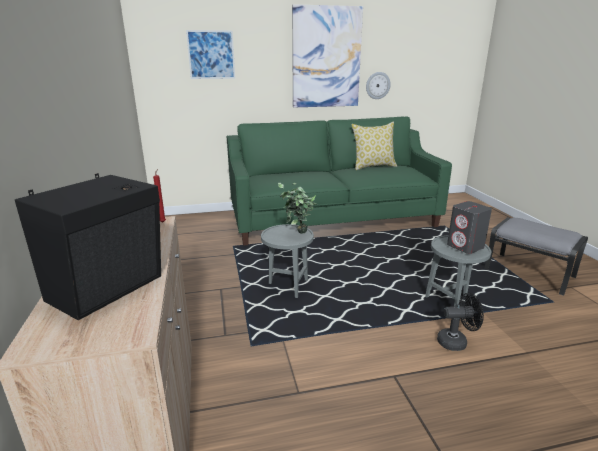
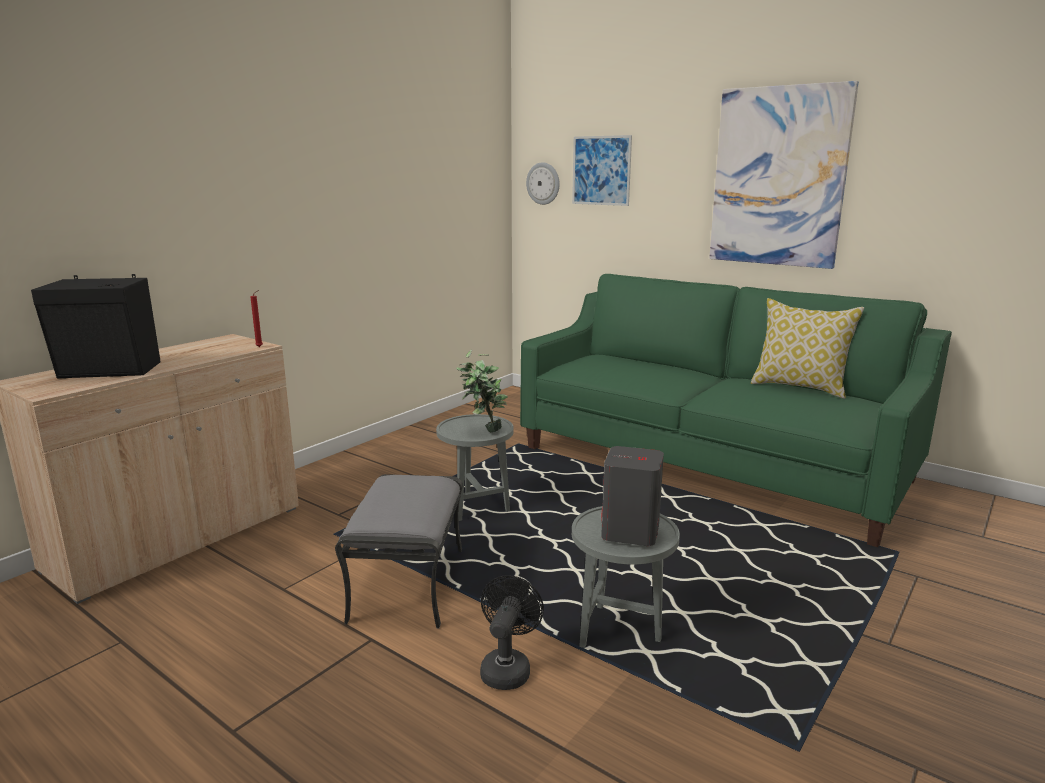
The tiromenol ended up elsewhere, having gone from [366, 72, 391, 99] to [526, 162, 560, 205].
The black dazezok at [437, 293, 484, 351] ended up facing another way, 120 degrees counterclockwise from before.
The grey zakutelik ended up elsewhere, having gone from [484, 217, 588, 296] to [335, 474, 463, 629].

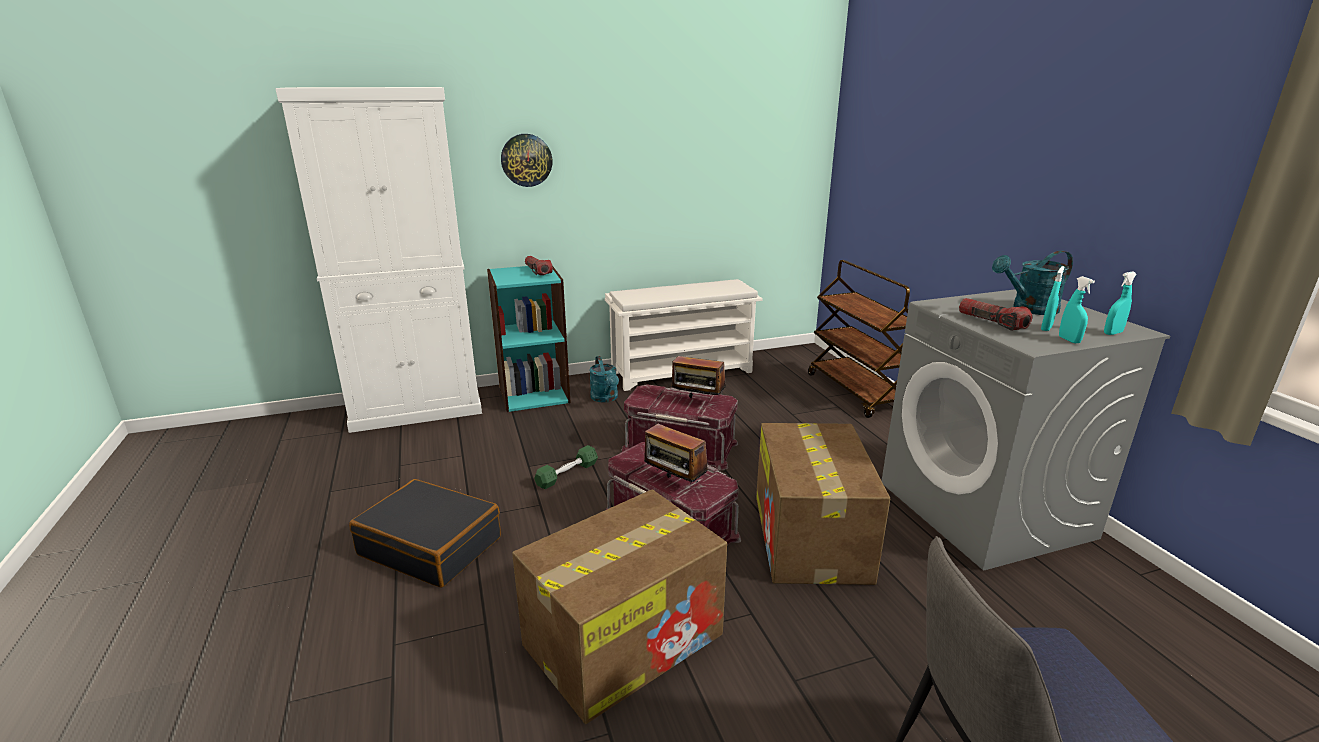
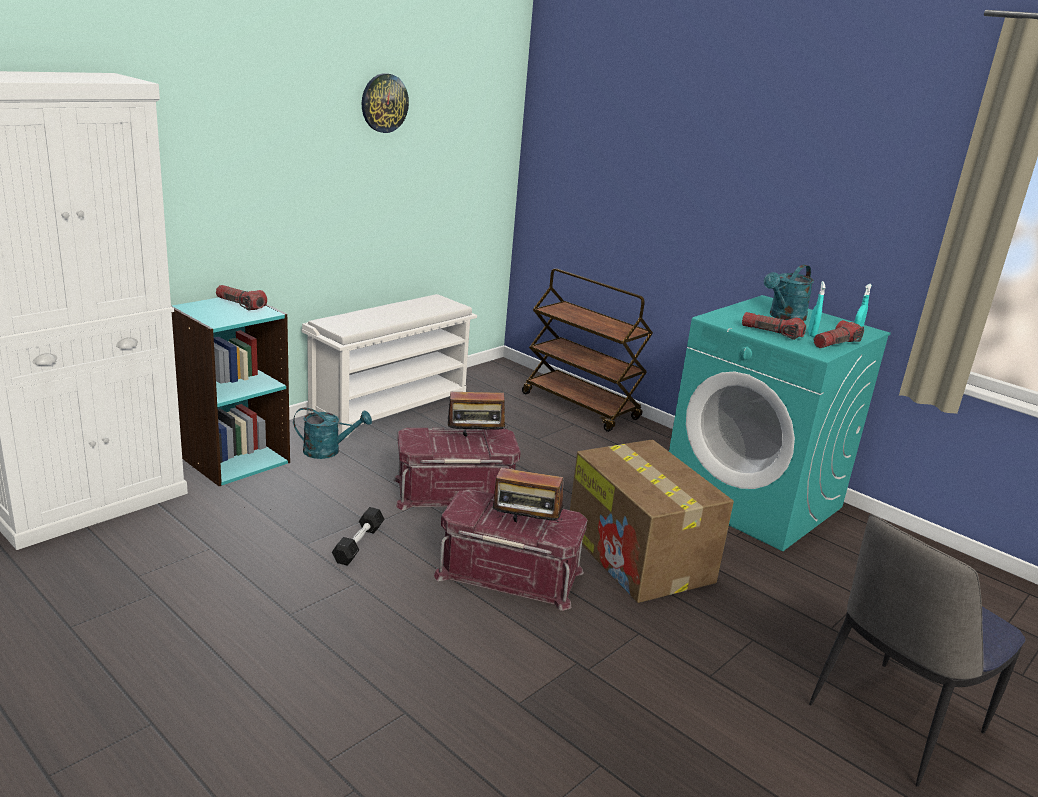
The second view lost the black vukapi at [349, 479, 501, 588].
The tiromenol ended up elsewhere, having gone from [501, 134, 553, 187] to [362, 73, 409, 133].
The second view lost the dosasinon at [512, 490, 727, 724].
What was the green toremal at [534, 445, 598, 489] turned into the black toremal at [332, 507, 385, 566].
The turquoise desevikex at [589, 356, 619, 402] ended up facing another way, 45 degrees counterclockwise from before.
What was the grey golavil at [882, 289, 1170, 570] turned into the turquoise golavil at [669, 295, 891, 551].
Where the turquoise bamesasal stood at [1059, 276, 1095, 343], the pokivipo came to stand at [814, 320, 864, 348].

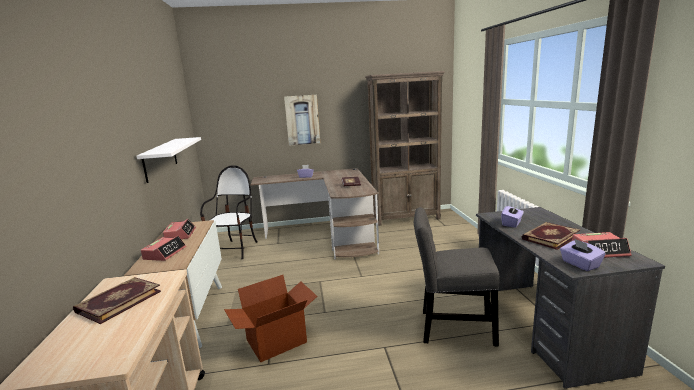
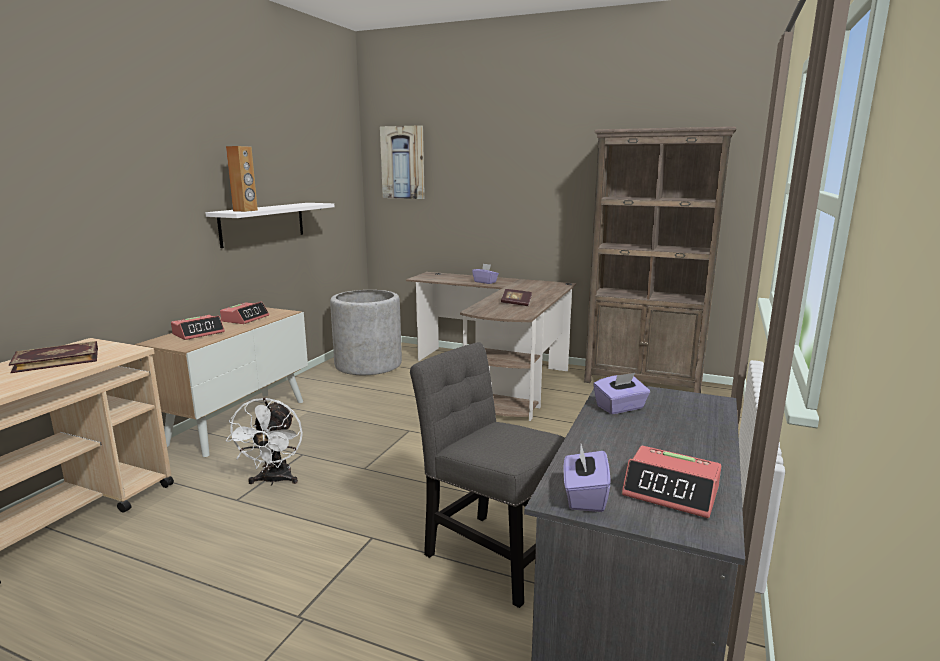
Where the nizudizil stood at [200, 166, 257, 259], the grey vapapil came to stand at [330, 290, 402, 375].
Where the dosasinon stood at [224, 275, 317, 362], the white dazezok came to stand at [226, 397, 303, 486].
The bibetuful ended up elsewhere, having gone from [284, 95, 320, 146] to [380, 125, 425, 199].
The second view lost the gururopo at [522, 222, 580, 250].
The second view gained the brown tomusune at [226, 146, 258, 212].

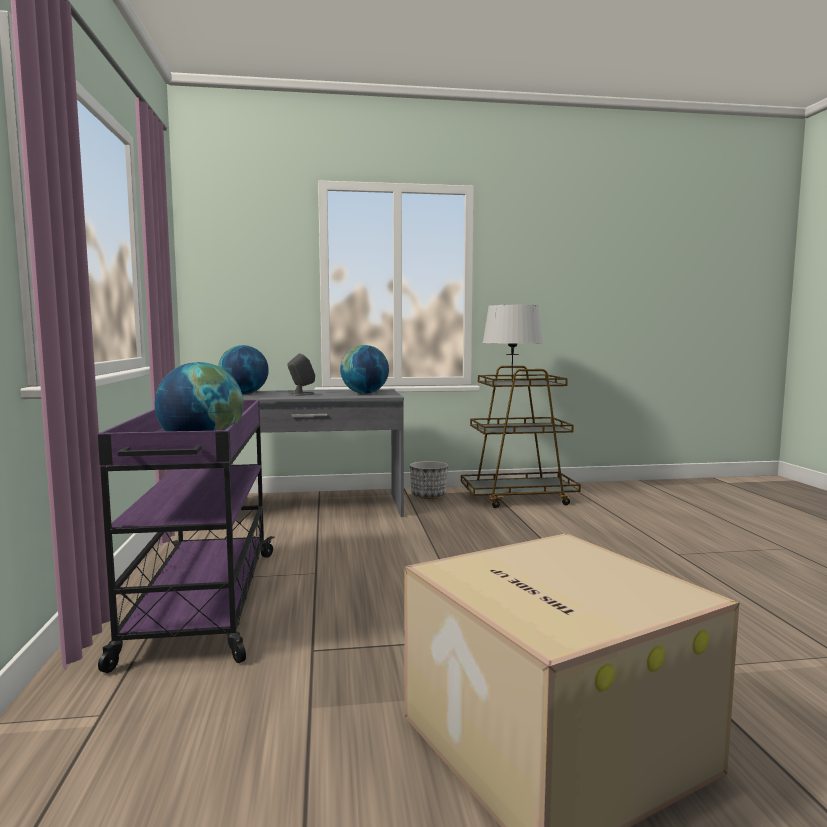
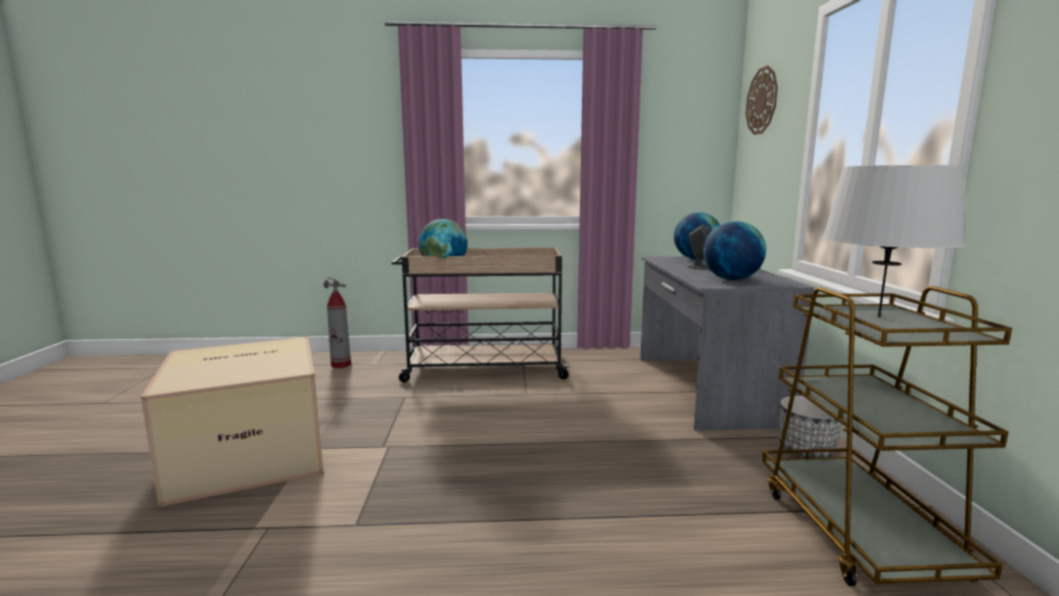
What was the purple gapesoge at [98, 400, 275, 673] turned into the beige gapesoge at [392, 247, 571, 383].
The second view gained the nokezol at [323, 277, 351, 368].
The second view gained the tiromenol at [746, 66, 778, 135].

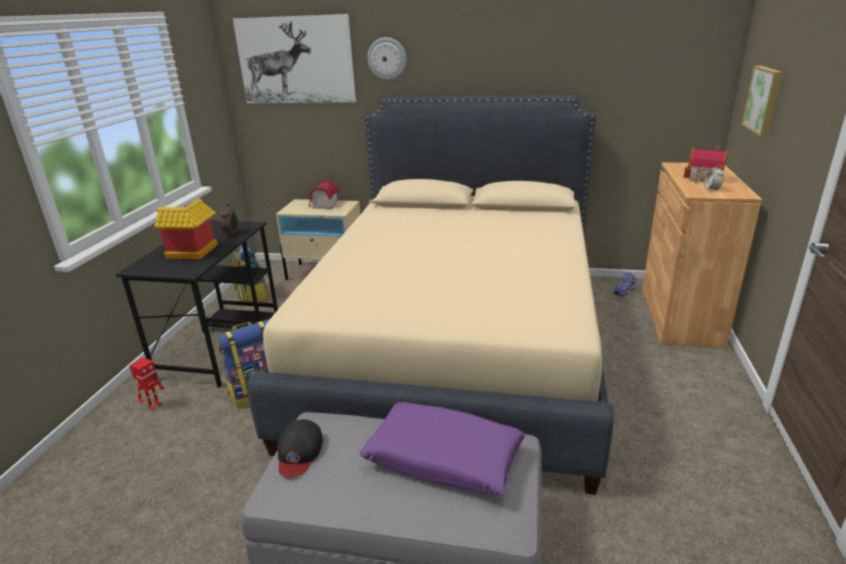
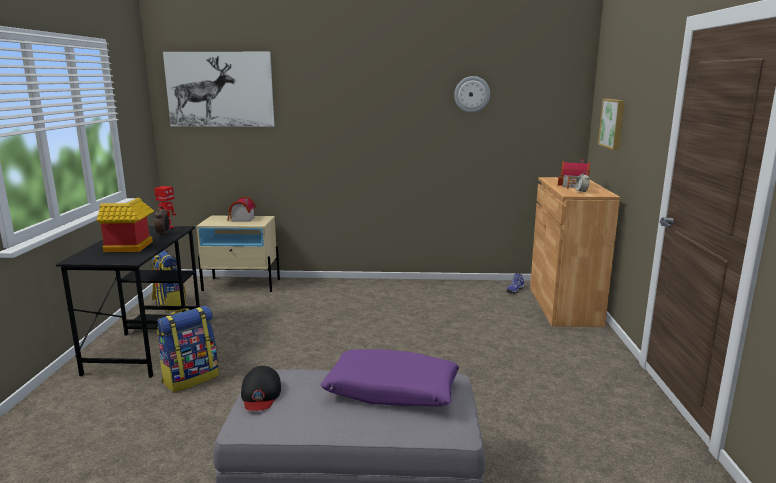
The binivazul ended up elsewhere, having gone from [129, 357, 165, 410] to [154, 186, 177, 229].
The second view lost the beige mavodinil at [247, 95, 614, 495].
The tiromenol ended up elsewhere, having gone from [367, 37, 407, 80] to [454, 76, 490, 113].

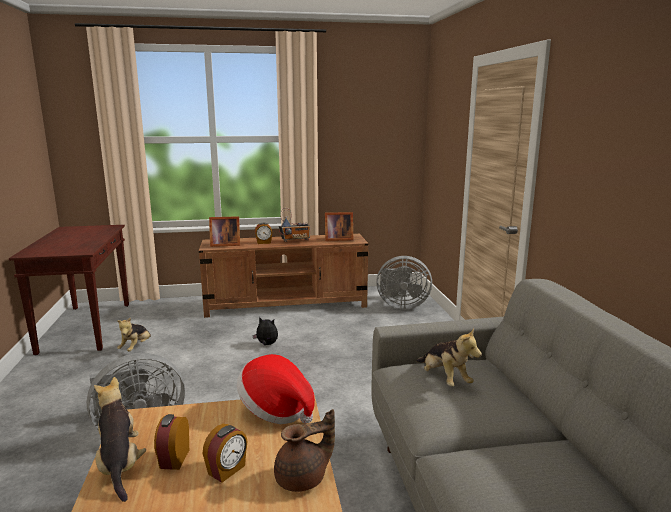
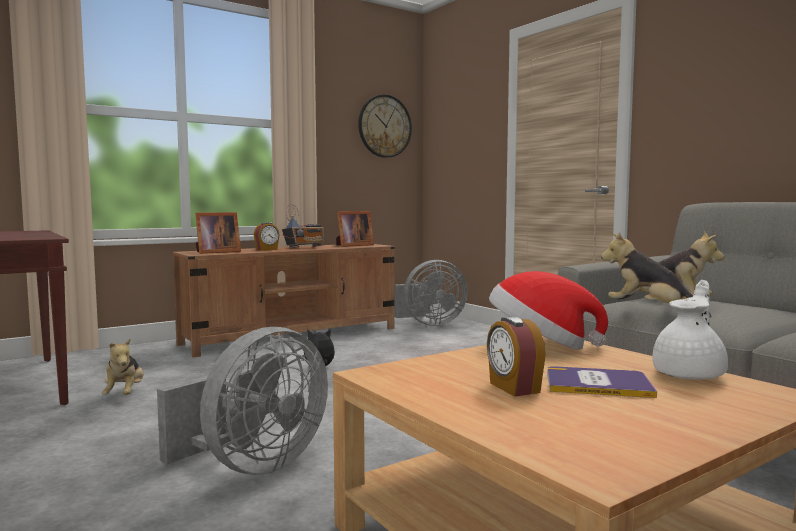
The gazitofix ended up elsewhere, having gone from [94, 377, 146, 502] to [601, 232, 711, 318].
Where the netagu stood at [203, 424, 248, 483], the gururopo came to stand at [547, 366, 657, 398].
What was the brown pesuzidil at [274, 409, 335, 492] turned into the white pesuzidil at [652, 280, 728, 380].
The second view gained the tiromenol at [358, 95, 412, 158].

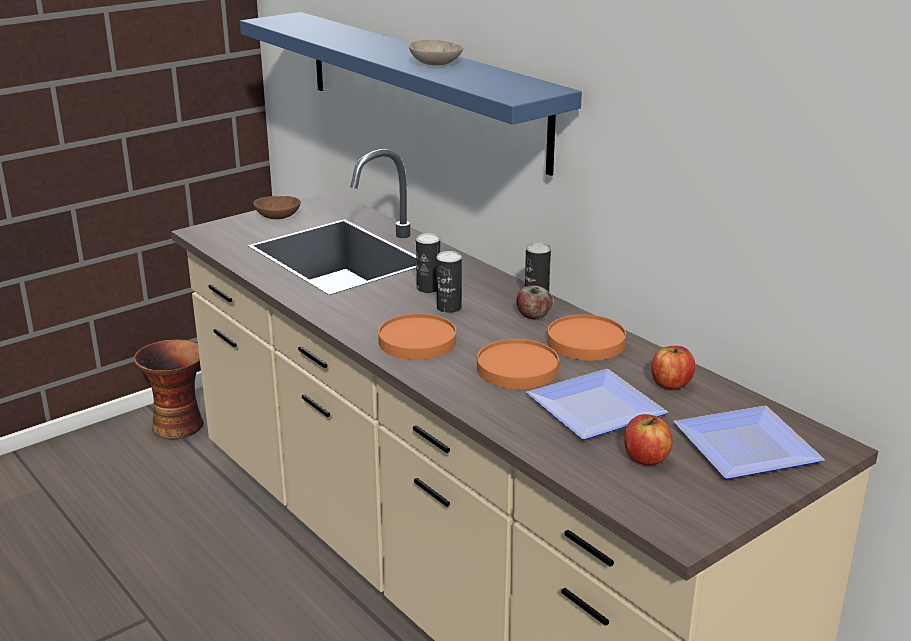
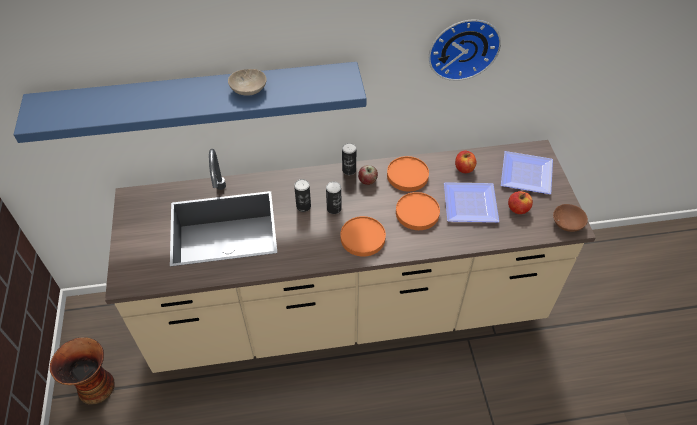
The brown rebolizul ended up elsewhere, having gone from [253, 196, 301, 219] to [553, 204, 588, 232].
The second view gained the tiromenol at [429, 20, 501, 81].

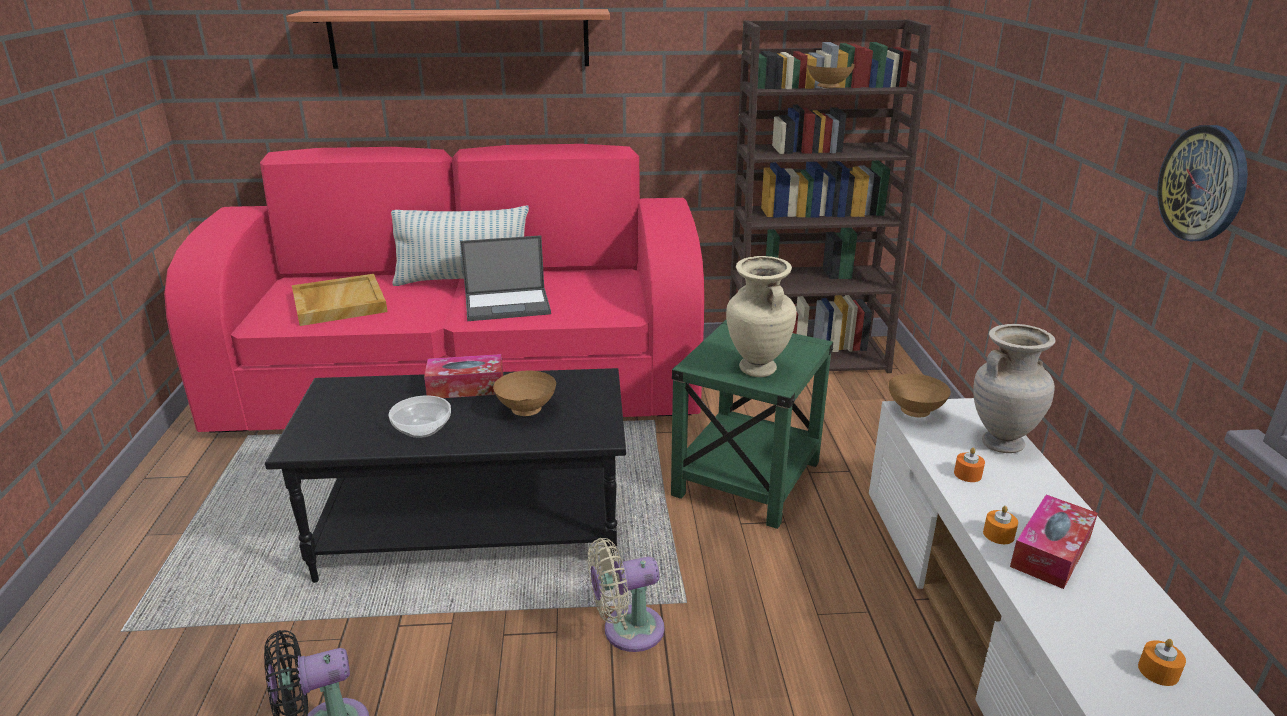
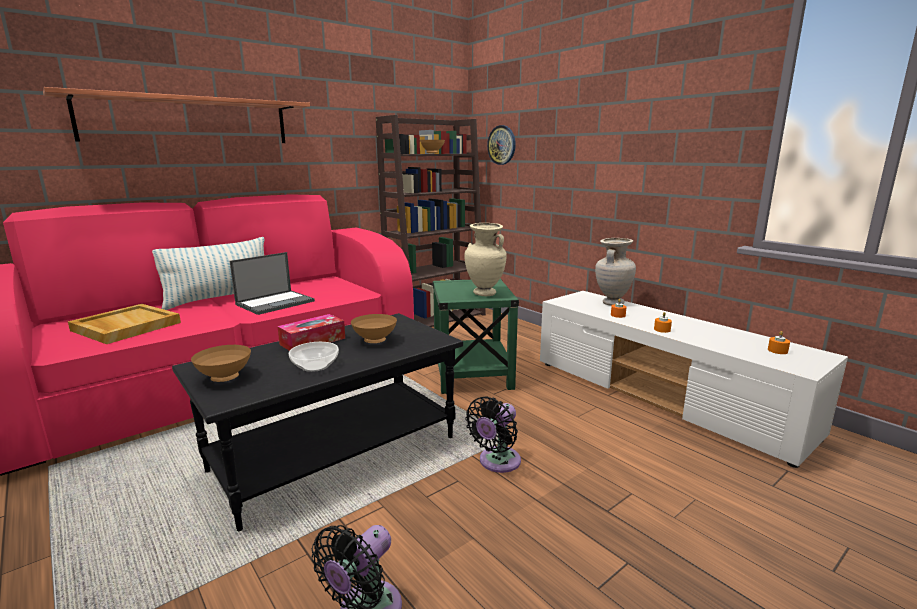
What was the beige dazezok at [588, 538, 664, 652] turned into the black dazezok at [466, 396, 521, 473].
The brown rebolizul ended up elsewhere, having gone from [888, 374, 951, 417] to [191, 345, 251, 382].
The second view lost the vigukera at [1010, 495, 1098, 589].
The tiromenol ended up elsewhere, having gone from [1157, 125, 1248, 241] to [487, 125, 516, 165].

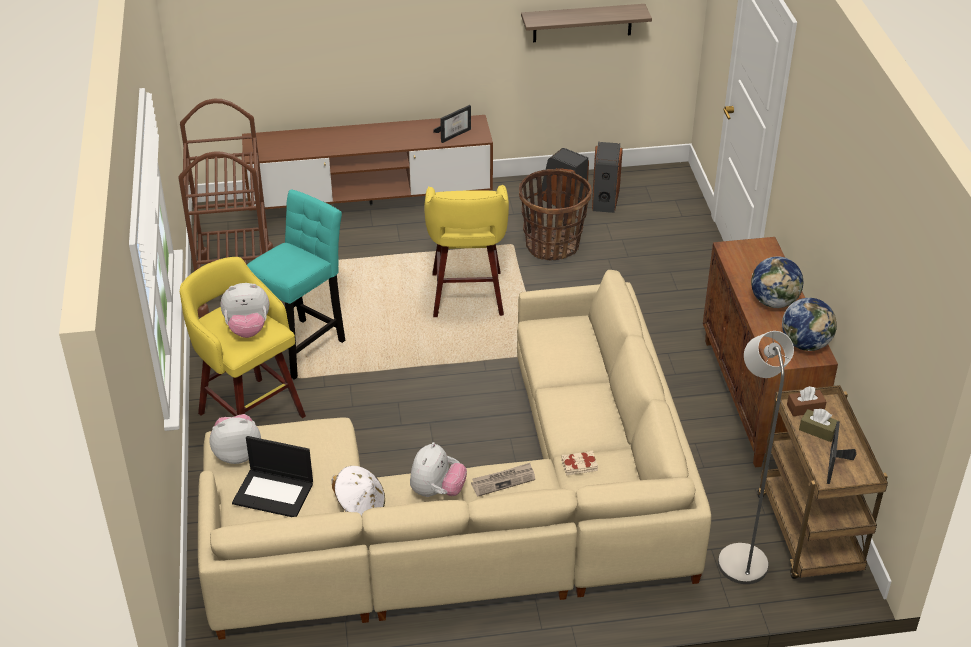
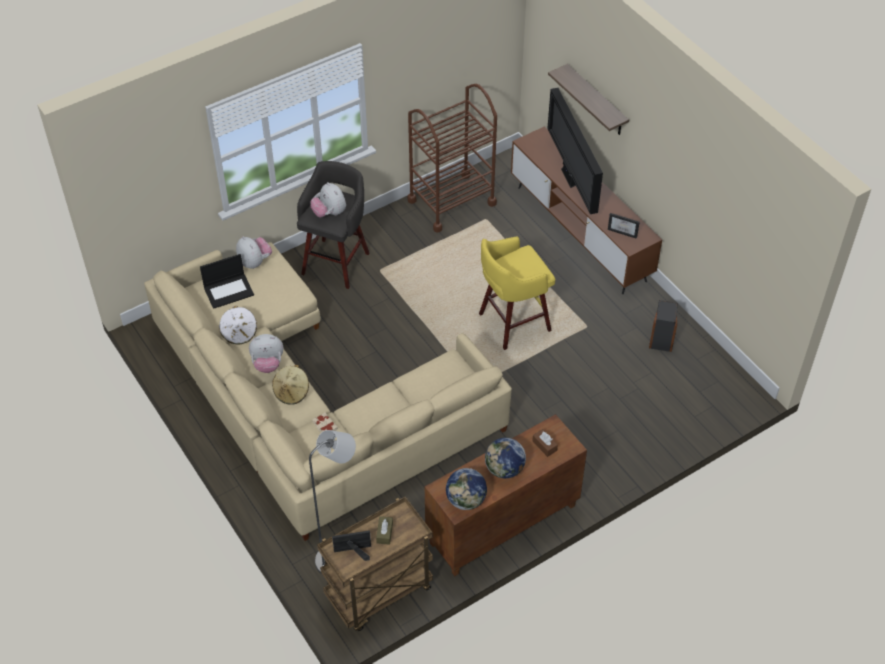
What was the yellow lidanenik at [180, 257, 306, 418] turned into the grey lidanenik at [297, 161, 369, 289].
The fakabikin at [232, 436, 313, 517] ended up facing another way, 105 degrees counterclockwise from before.
The second view lost the turquoise lidanenik at [247, 189, 345, 380].
Where the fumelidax stood at [471, 463, 535, 496], the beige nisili came to stand at [272, 364, 309, 405].
The second view lost the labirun at [519, 169, 592, 261].
The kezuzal ended up elsewhere, having gone from [521, 4, 652, 42] to [548, 64, 629, 135].
The second view lost the tomusune at [592, 142, 623, 213].
The brown vigukera ended up elsewhere, having gone from [787, 386, 827, 416] to [532, 429, 558, 457].
The second view gained the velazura at [547, 88, 603, 214].

